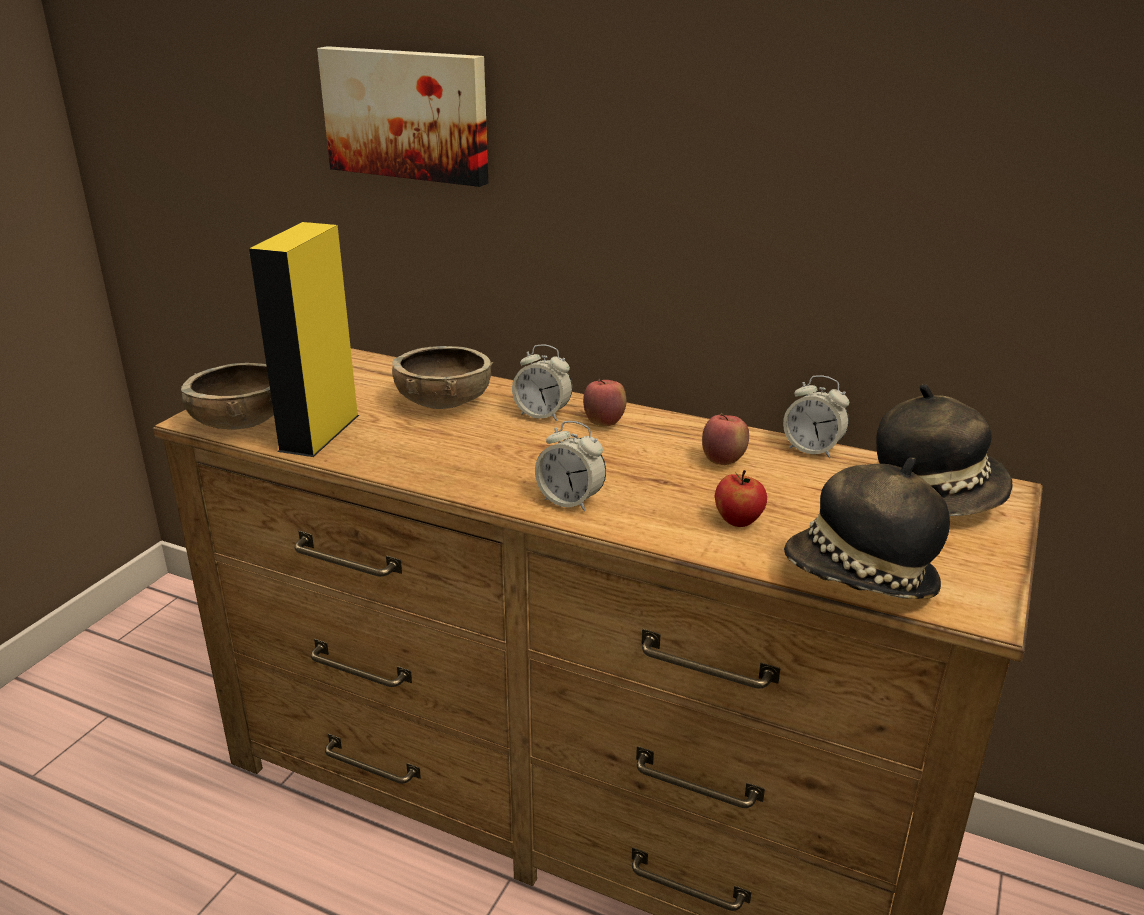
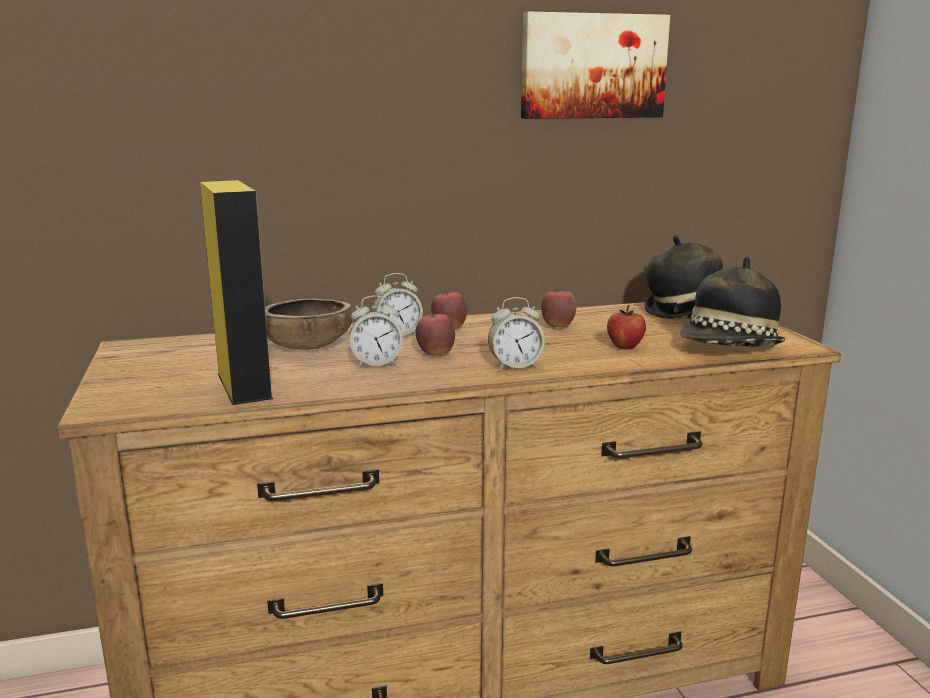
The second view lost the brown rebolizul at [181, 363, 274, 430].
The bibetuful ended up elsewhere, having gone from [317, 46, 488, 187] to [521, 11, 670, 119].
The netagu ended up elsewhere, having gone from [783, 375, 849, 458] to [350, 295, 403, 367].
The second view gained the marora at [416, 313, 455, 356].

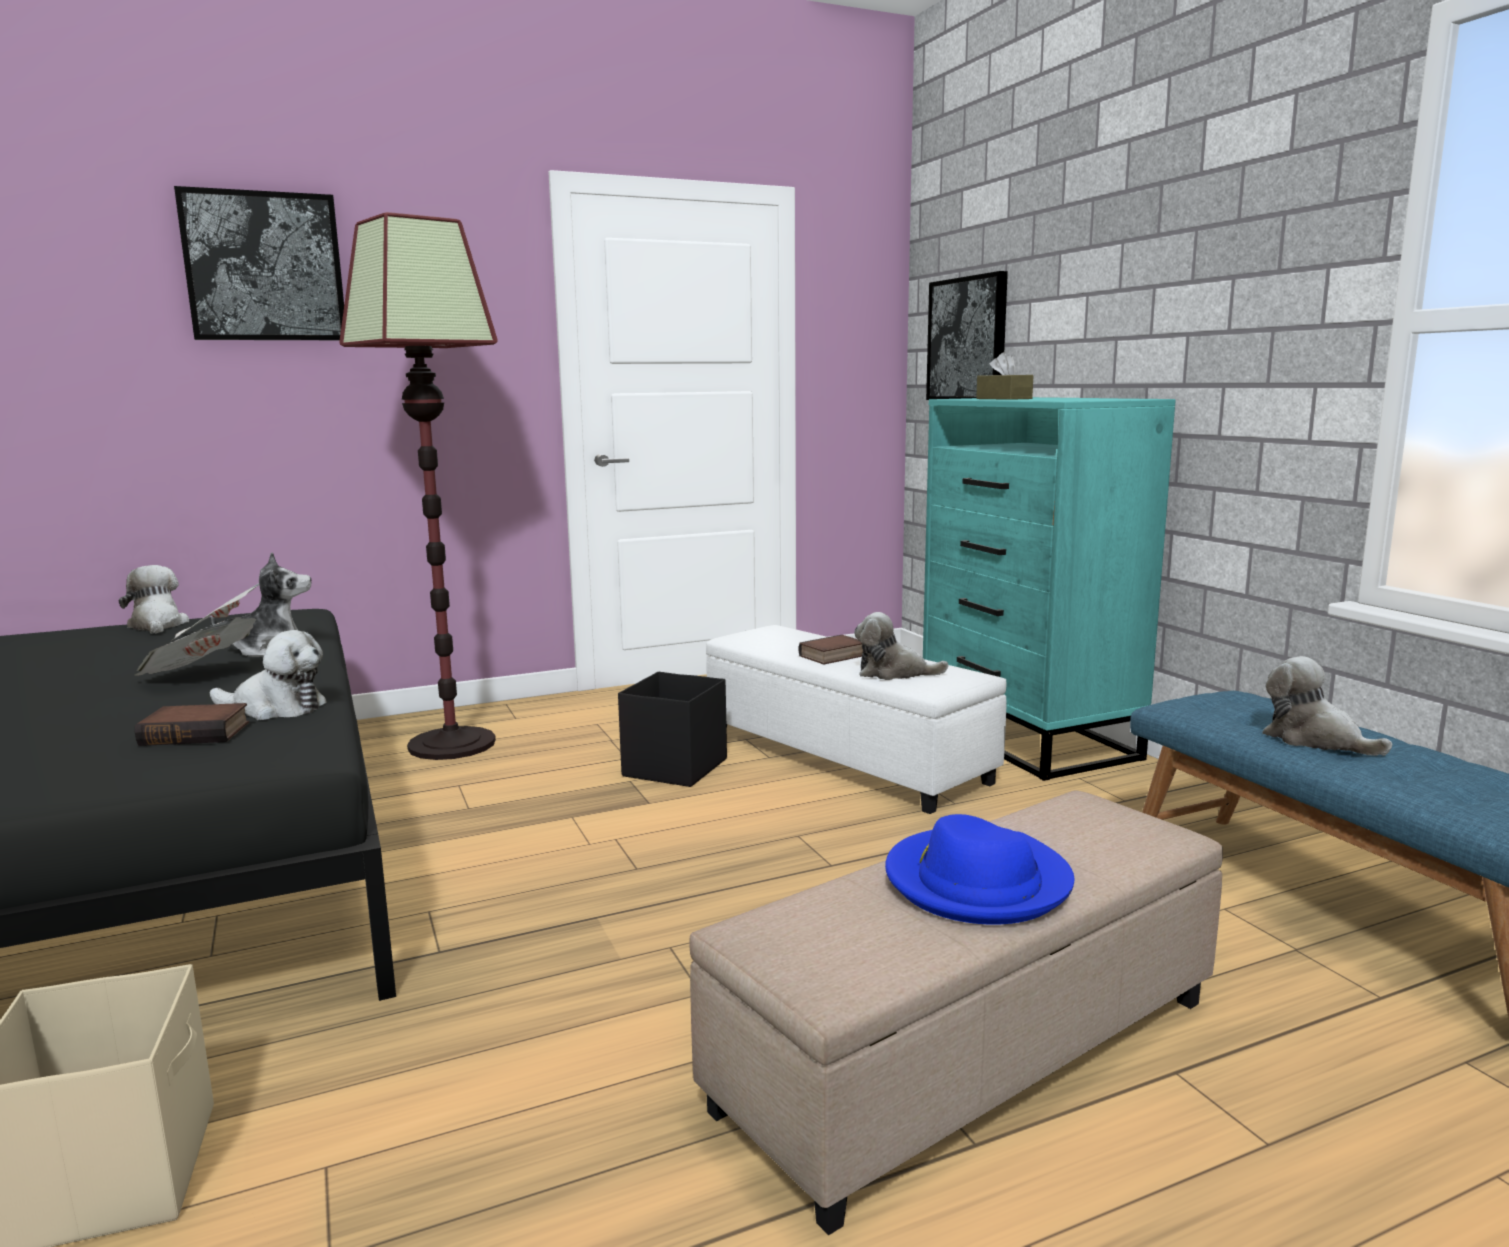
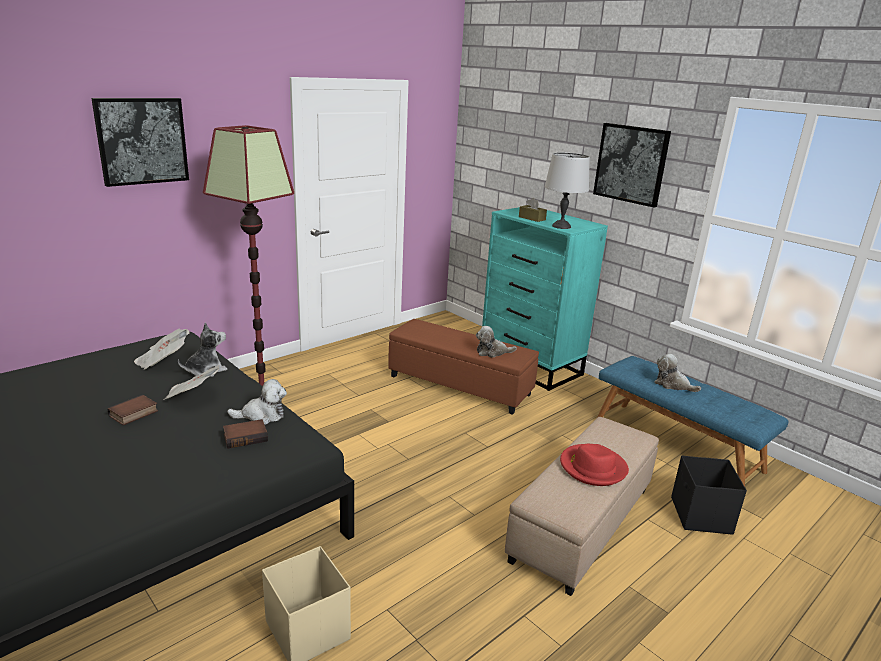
The second view lost the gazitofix at [119, 565, 189, 634].
The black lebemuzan ended up elsewhere, having gone from [618, 671, 727, 787] to [671, 455, 747, 535].
What was the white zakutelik at [706, 625, 1006, 814] turned into the brown zakutelik at [388, 319, 539, 415].
The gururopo ended up elsewhere, having gone from [799, 635, 863, 665] to [108, 395, 158, 425].
What was the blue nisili at [885, 814, 1074, 925] turned into the red nisili at [560, 444, 629, 486].
The bibetuful ended up elsewhere, having gone from [926, 271, 1008, 400] to [593, 123, 671, 208].
The second view gained the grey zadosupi at [544, 152, 590, 229].

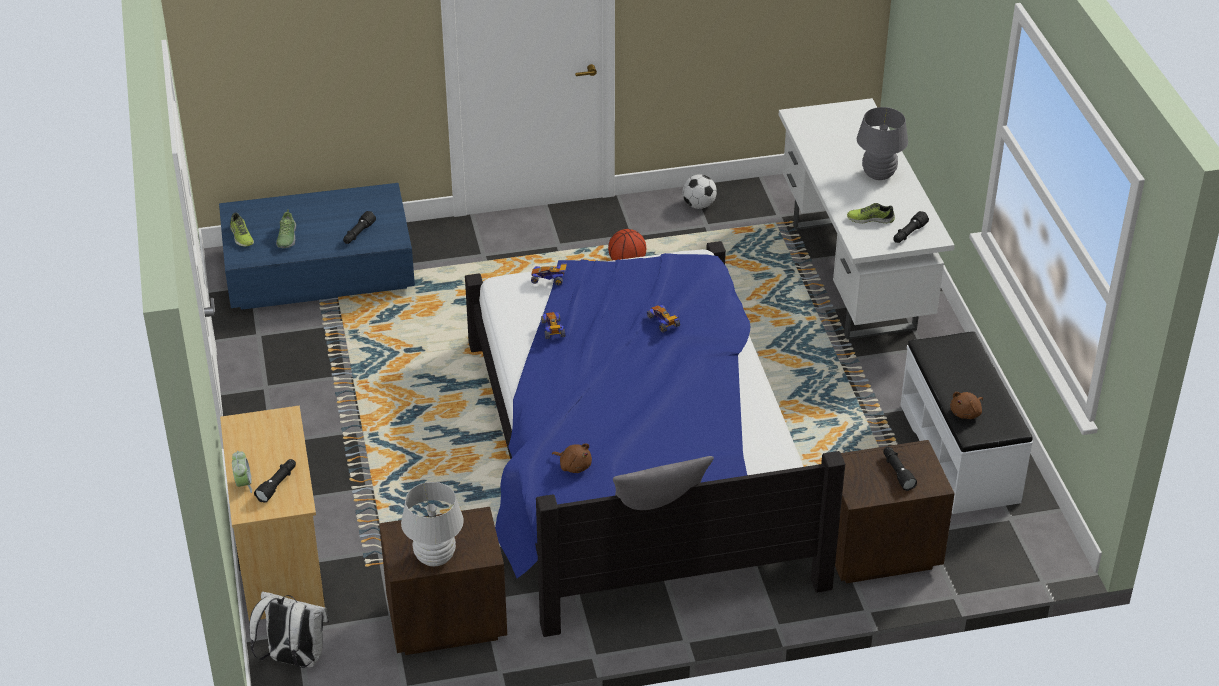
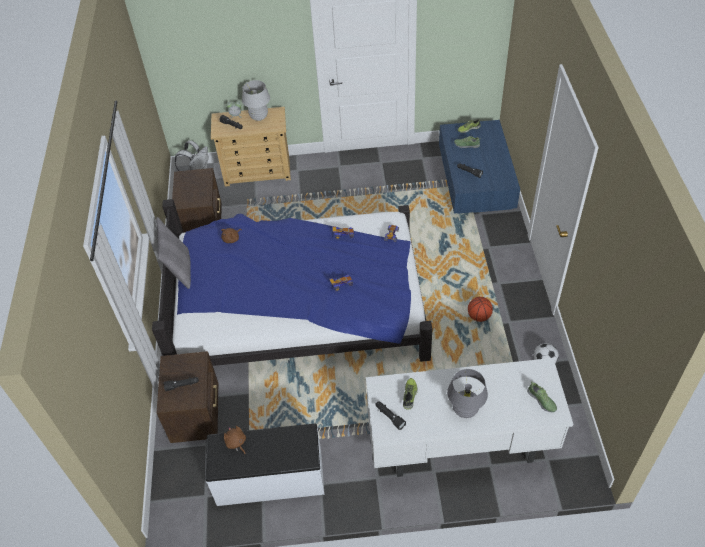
The white zadosupi ended up elsewhere, having gone from [401, 482, 464, 566] to [242, 80, 270, 121].
The second view gained the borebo at [527, 381, 557, 412].

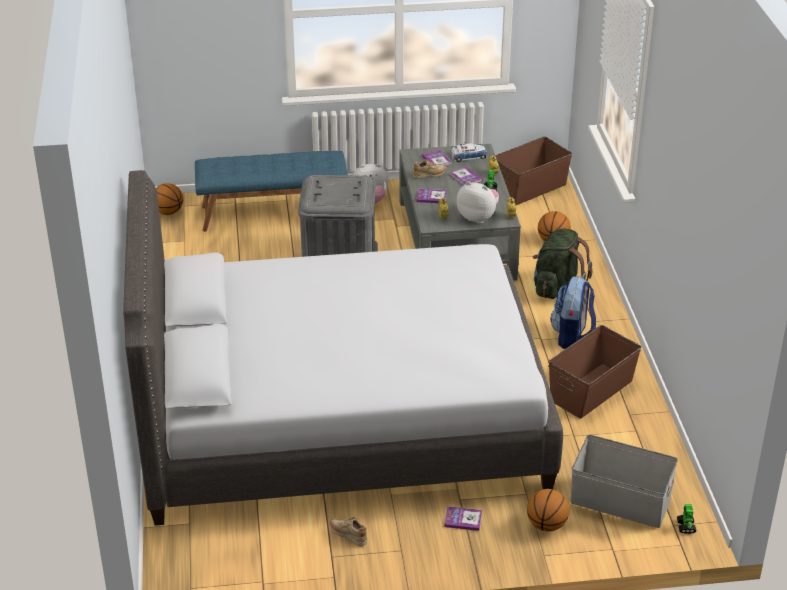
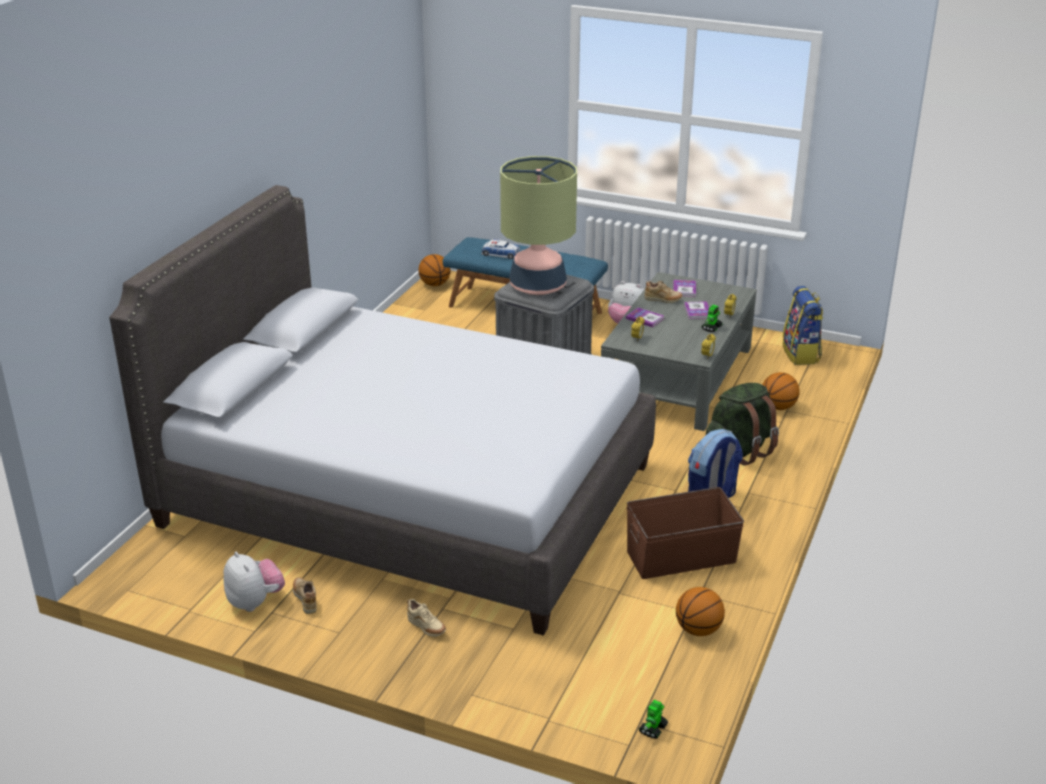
Where the gururopo stood at [444, 506, 482, 531], the beige borebo came to stand at [407, 599, 446, 637].
The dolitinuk ended up elsewhere, having gone from [450, 143, 487, 162] to [482, 239, 520, 259].
The gazitofix ended up elsewhere, having gone from [457, 181, 499, 224] to [223, 551, 285, 612].
Where the brown lebemuzan stood at [495, 136, 572, 205], the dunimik came to stand at [783, 286, 823, 365].
The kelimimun ended up elsewhere, having gone from [527, 489, 569, 532] to [676, 587, 725, 636].
The second view lost the grey lebemuzan at [571, 435, 678, 528].
The second view gained the zadosupi at [500, 156, 577, 295].

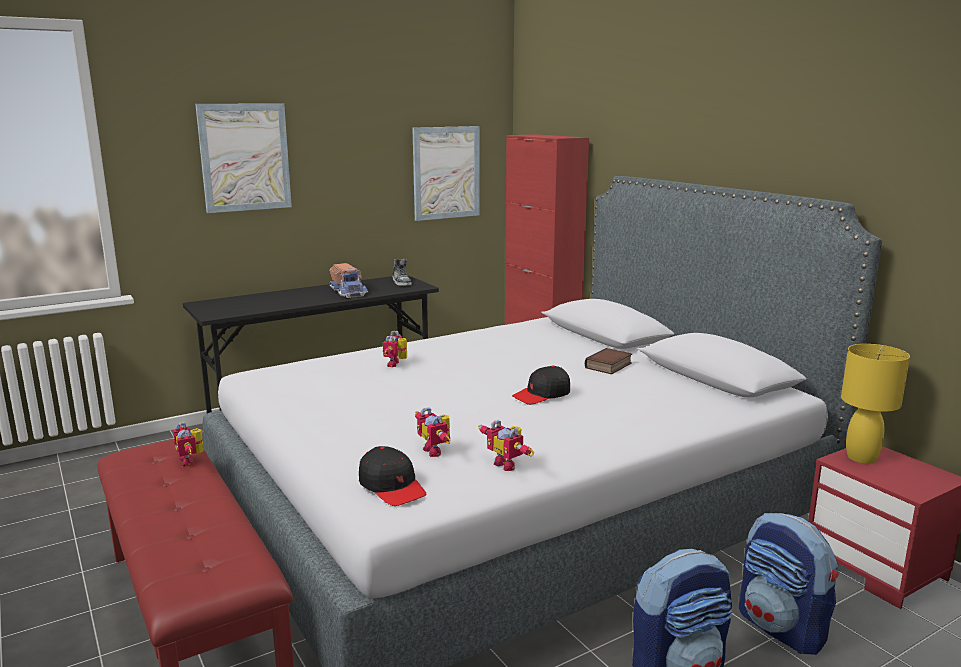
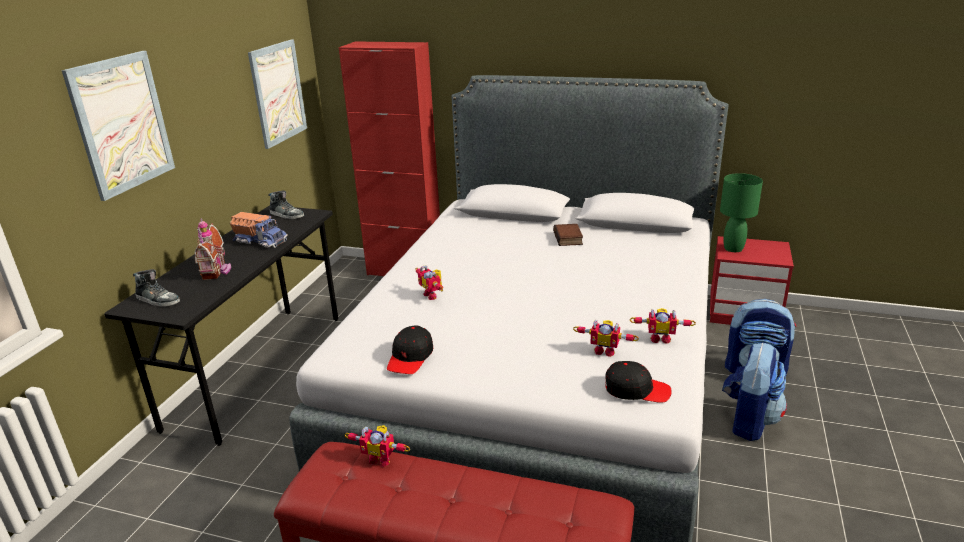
The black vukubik ended up elsewhere, having gone from [512, 366, 570, 405] to [387, 325, 433, 374].
What was the yellow zadosupi at [841, 344, 910, 464] turned into the green zadosupi at [720, 173, 763, 252].
The second view gained the borebo at [133, 269, 180, 307].
The second view gained the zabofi at [195, 218, 231, 280].

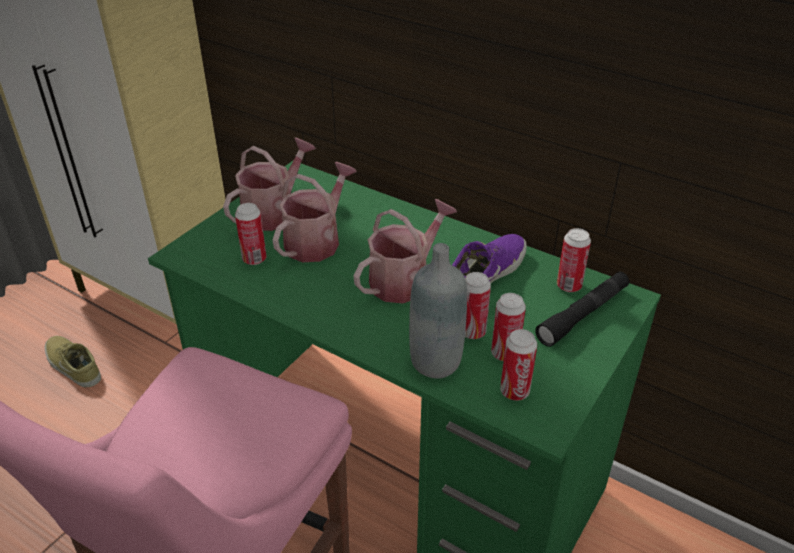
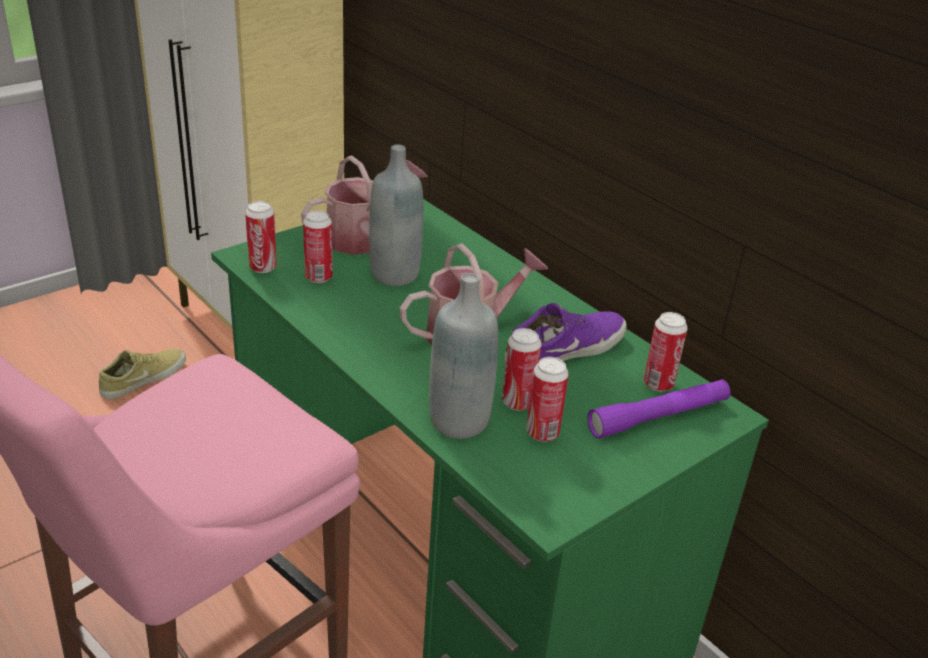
The beige borebo at [45, 336, 101, 387] ended up facing another way, 75 degrees clockwise from before.
Where the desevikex stood at [272, 162, 357, 262], the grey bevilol came to stand at [369, 144, 423, 286].
The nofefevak ended up elsewhere, having gone from [500, 329, 537, 400] to [245, 201, 277, 273].
What was the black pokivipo at [535, 272, 629, 347] turned into the purple pokivipo at [587, 379, 730, 439].

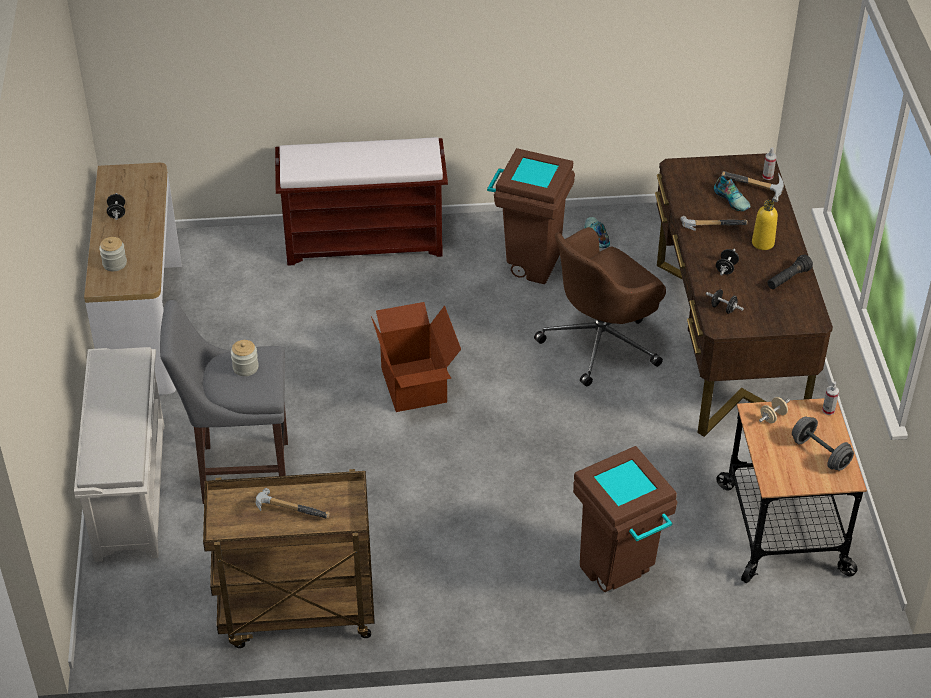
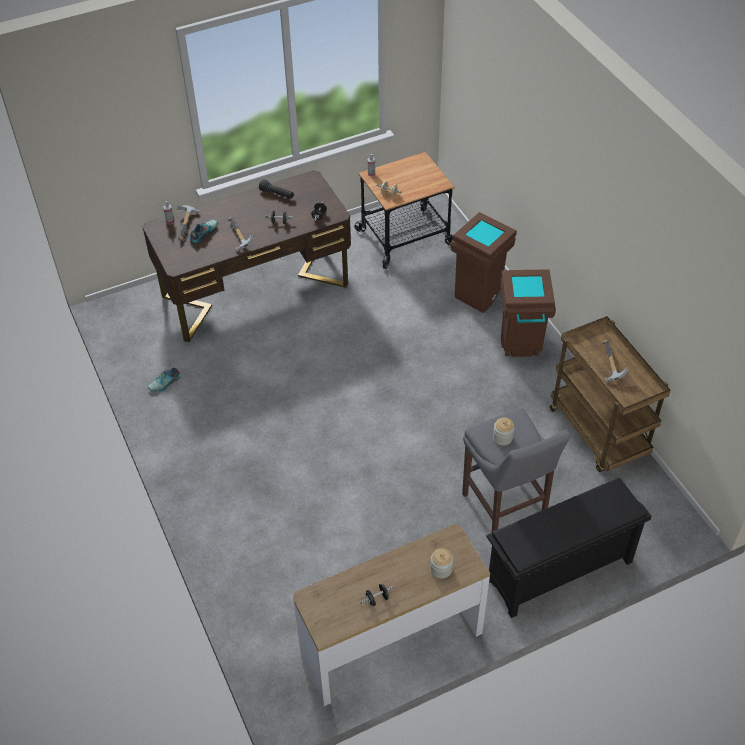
What was the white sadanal at [74, 347, 164, 562] turned into the black sadanal at [487, 478, 651, 618].
The second view lost the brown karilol at [275, 137, 448, 266].
The second view lost the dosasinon at [371, 302, 461, 412].
The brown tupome ended up elsewhere, having gone from [487, 148, 575, 284] to [501, 269, 556, 357].
The second view lost the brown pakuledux at [534, 227, 666, 387].
The second view lost the yellow bevilol at [752, 200, 778, 250].
The second view lost the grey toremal at [792, 416, 854, 471].

